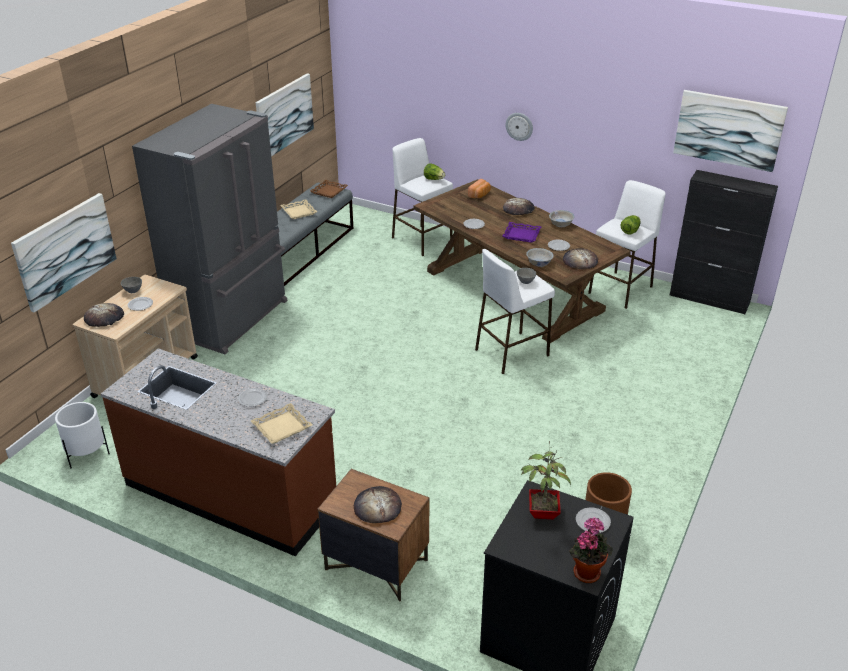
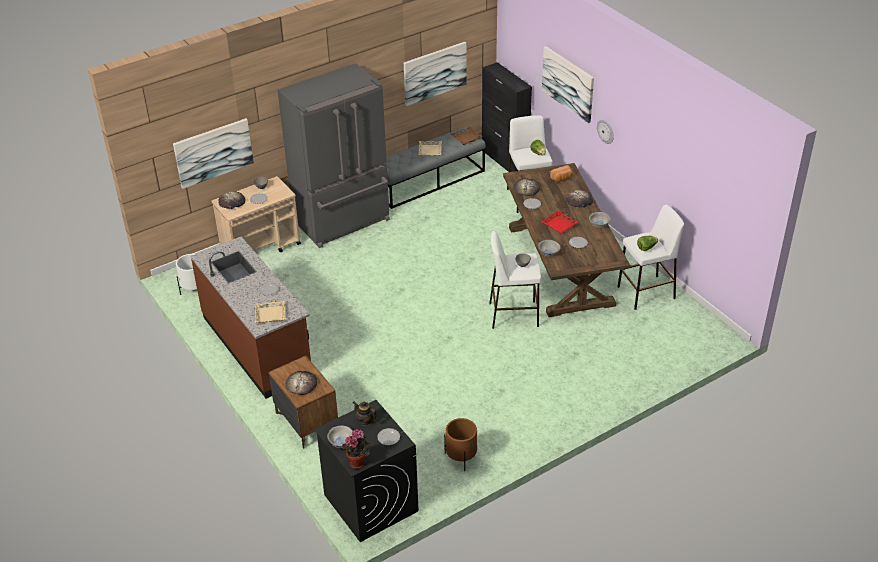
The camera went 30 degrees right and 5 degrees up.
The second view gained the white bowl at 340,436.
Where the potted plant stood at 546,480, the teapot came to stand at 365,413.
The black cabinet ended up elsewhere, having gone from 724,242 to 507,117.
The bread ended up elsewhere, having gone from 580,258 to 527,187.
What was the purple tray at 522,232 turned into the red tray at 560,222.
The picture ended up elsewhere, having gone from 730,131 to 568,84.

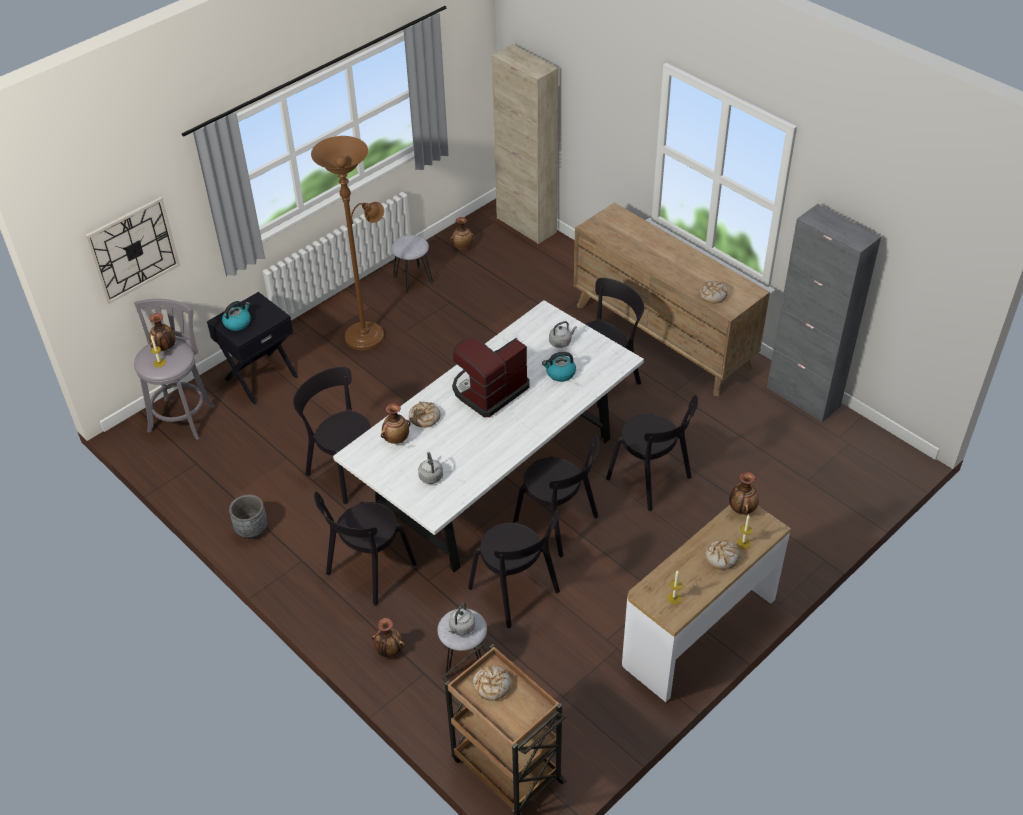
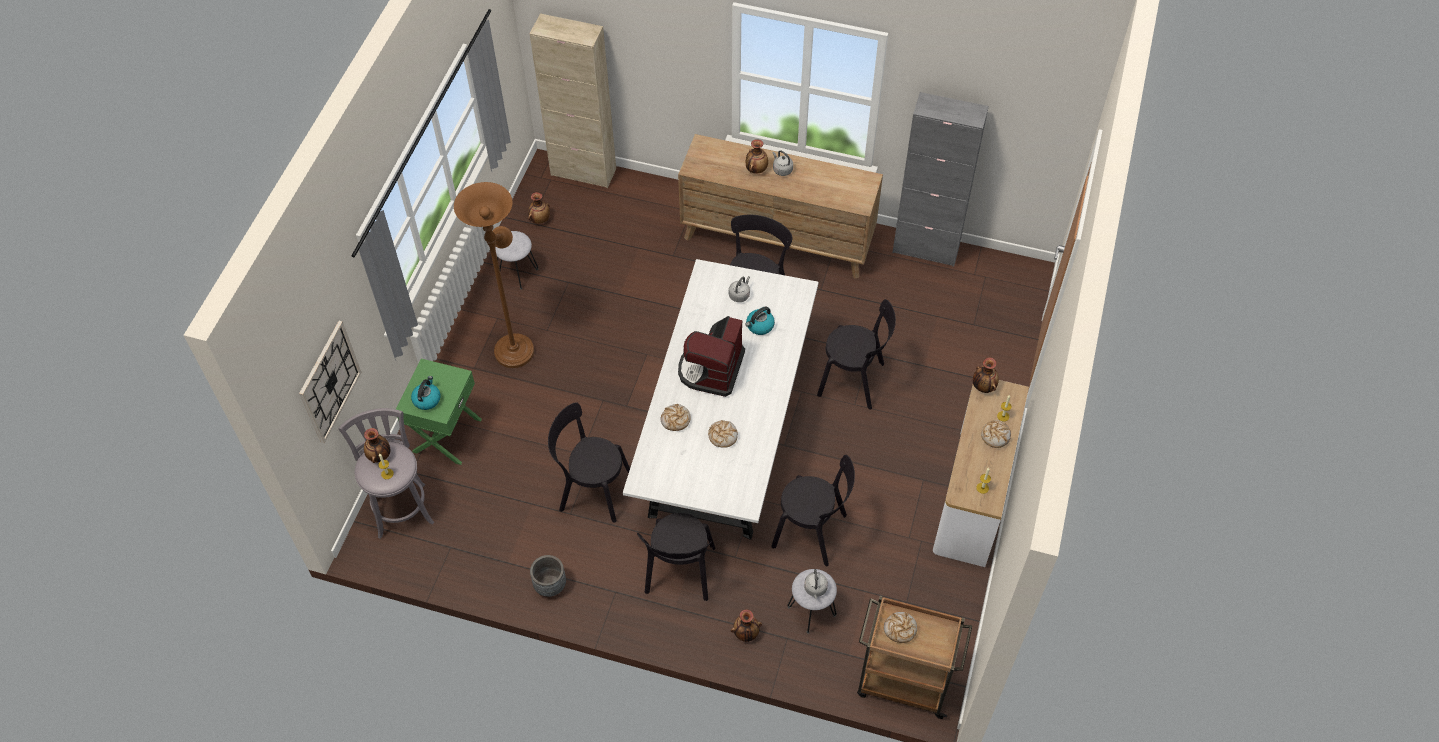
The camera went 30 degrees left and 10 degrees up.
What was the black nightstand at 252,348 turned into the green nightstand at 439,411.
The bread ended up elsewhere, having gone from 713,292 to 723,434.
The vase ended up elsewhere, having gone from 395,423 to 757,156.
The grey kettle ended up elsewhere, having gone from 430,468 to 783,163.
The second view lost the black chair at 556,496.

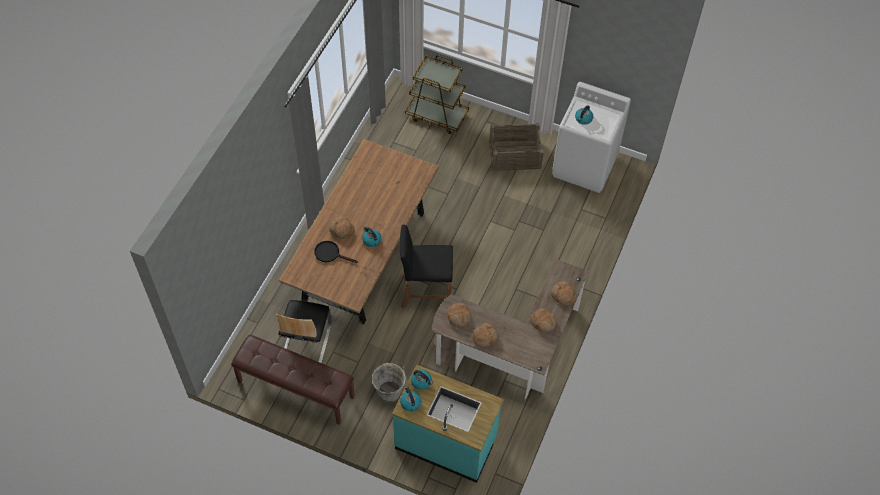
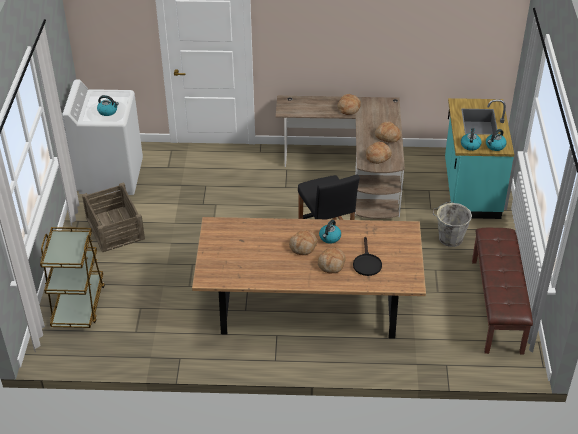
The camera went 110 degrees left and 15 degrees down.
The bread ended up elsewhere, having gone from 564,293 to 303,242.
The second view lost the chair at 304,331.

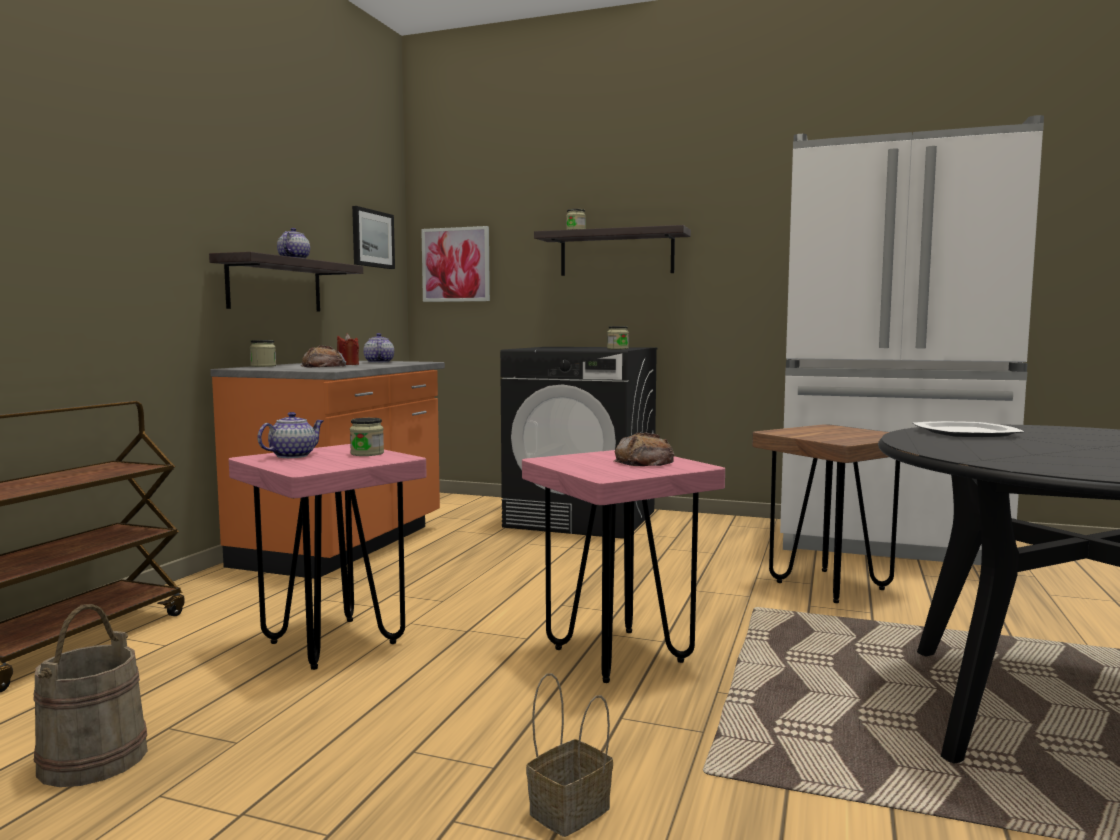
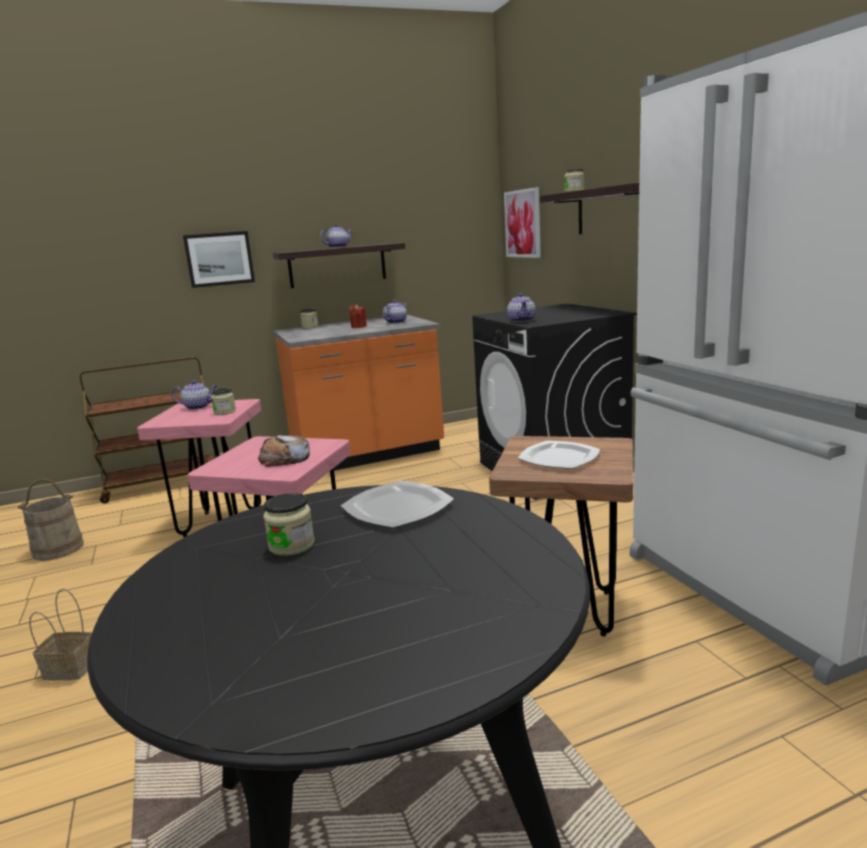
The camera went 50 degrees right and 10 degrees up.
The picture ended up elsewhere, having gone from 373,237 to 219,259.
The jar ended up elsewhere, having gone from 618,337 to 289,524.
The second view gained the teapot at 521,307.
The second view gained the plate at 559,455.
The second view lost the bread at 323,356.

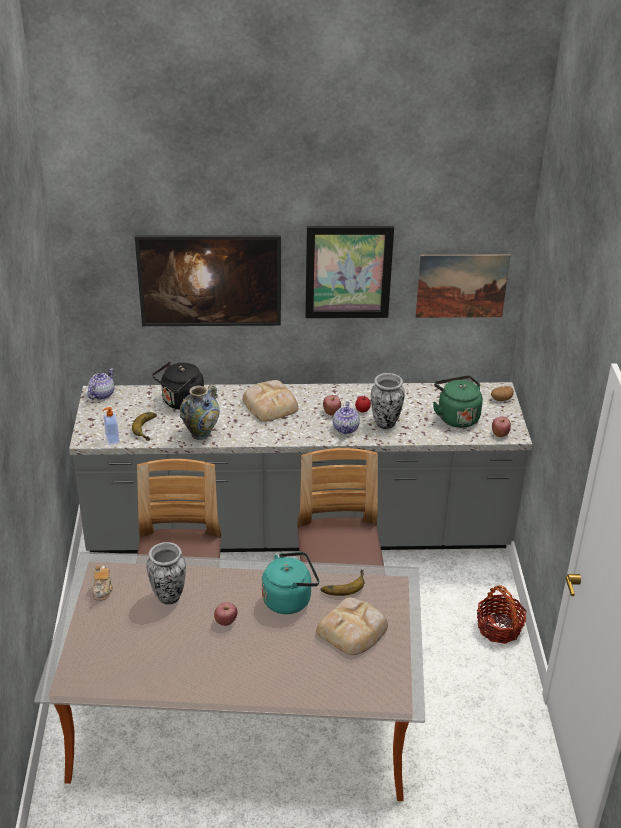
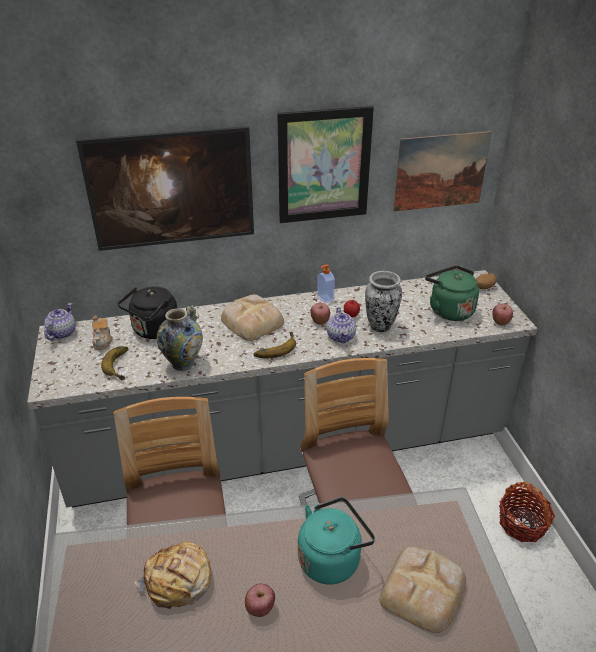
The camera went 10 degrees left and 0 degrees up.
The teapot ended up elsewhere, having gone from 102,583 to 102,332.
Where the vase stood at 166,573, the bread came to stand at 172,577.
The banana ended up elsewhere, having gone from 342,582 to 274,345.
The soap dispenser ended up elsewhere, having gone from 111,426 to 326,283.

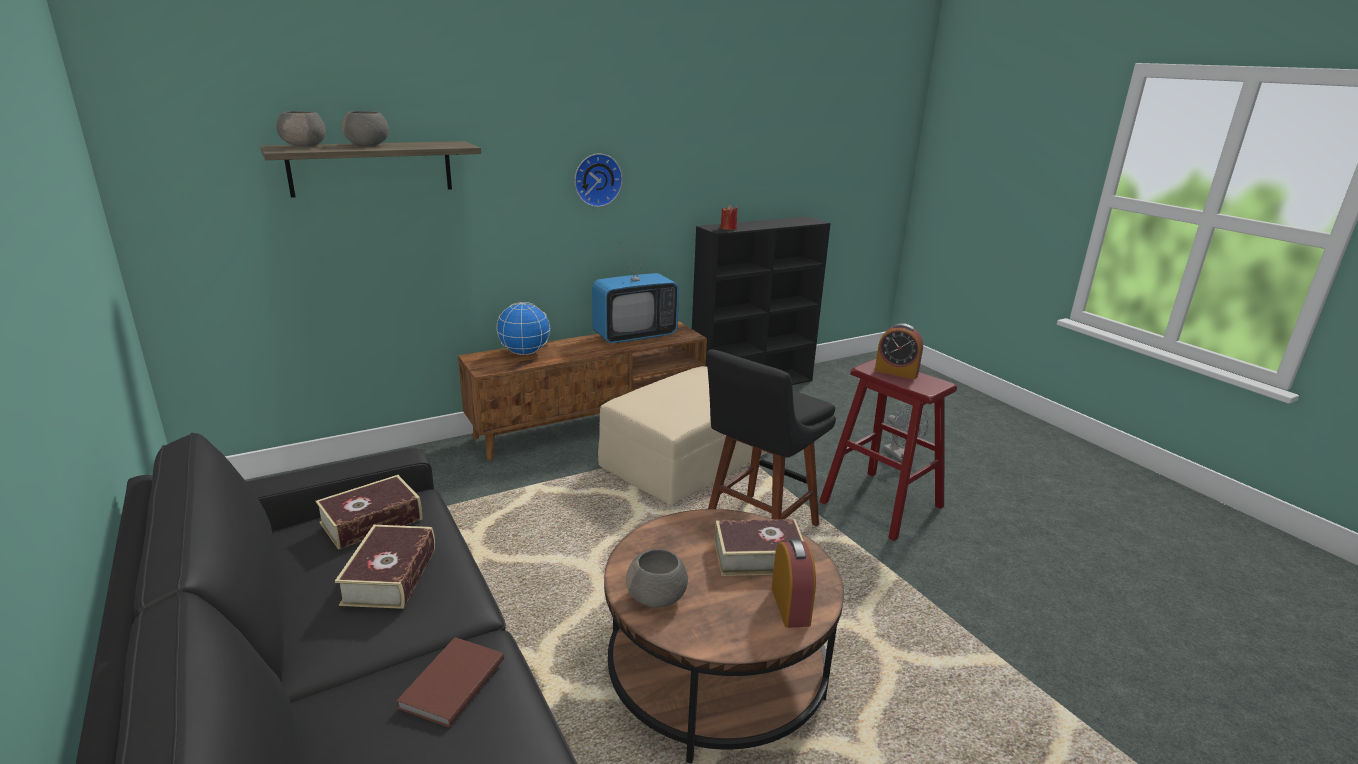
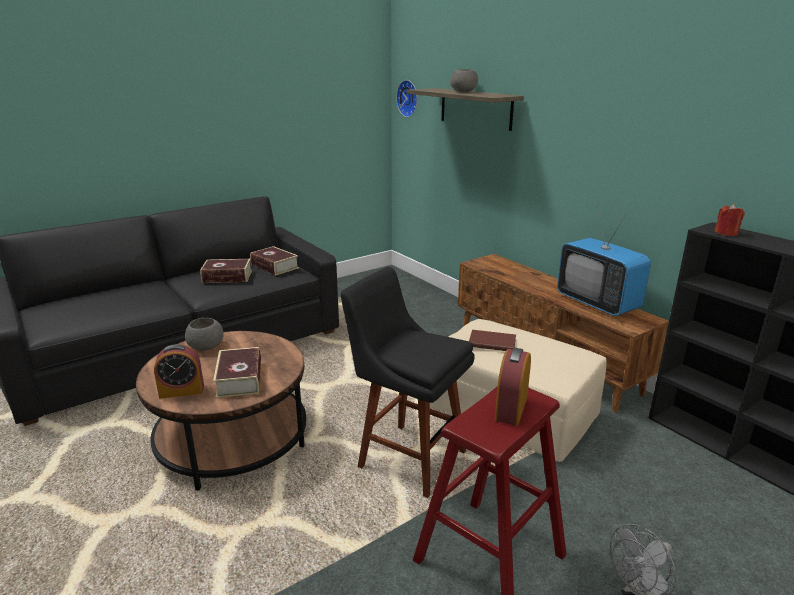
The camera went 85 degrees right and 0 degrees up.
The wall clock ended up elsewhere, having gone from 598,180 to 407,98.
The brown book ended up elsewhere, having gone from 450,682 to 492,340.
The second view lost the grey bowl at 301,129.
The second view lost the globe at 523,328.

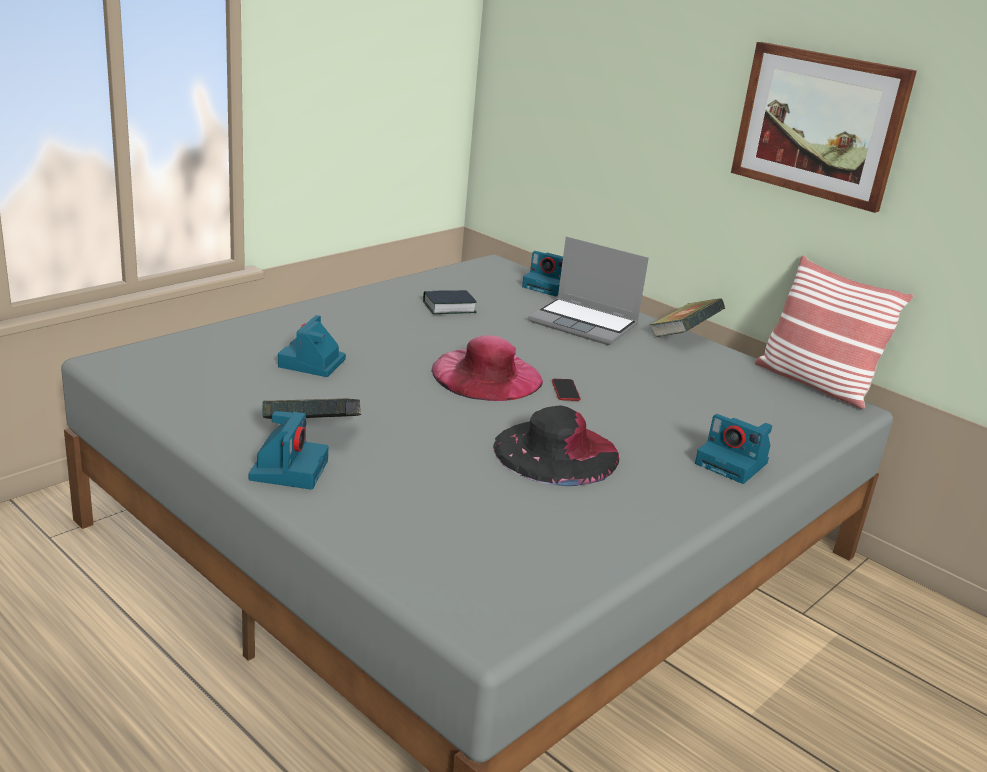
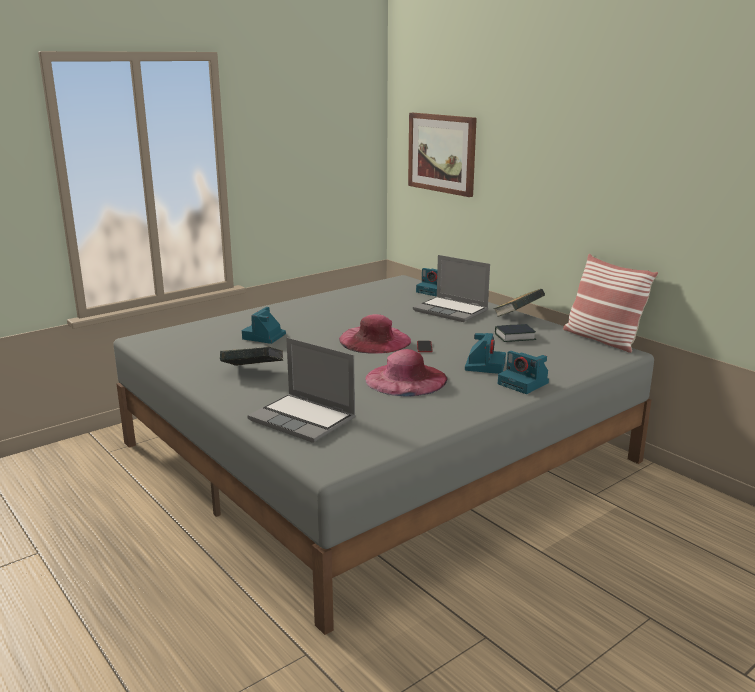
The camera went 10 degrees right and 5 degrees down.
The second view gained the laptop at 301,390.
What was the black hat at 556,445 turned into the pink hat at 406,373.
The picture ended up elsewhere, having gone from 824,127 to 442,155.
The photo camera ended up elsewhere, having gone from 288,450 to 485,353.
The book ended up elsewhere, having gone from 450,302 to 515,333.

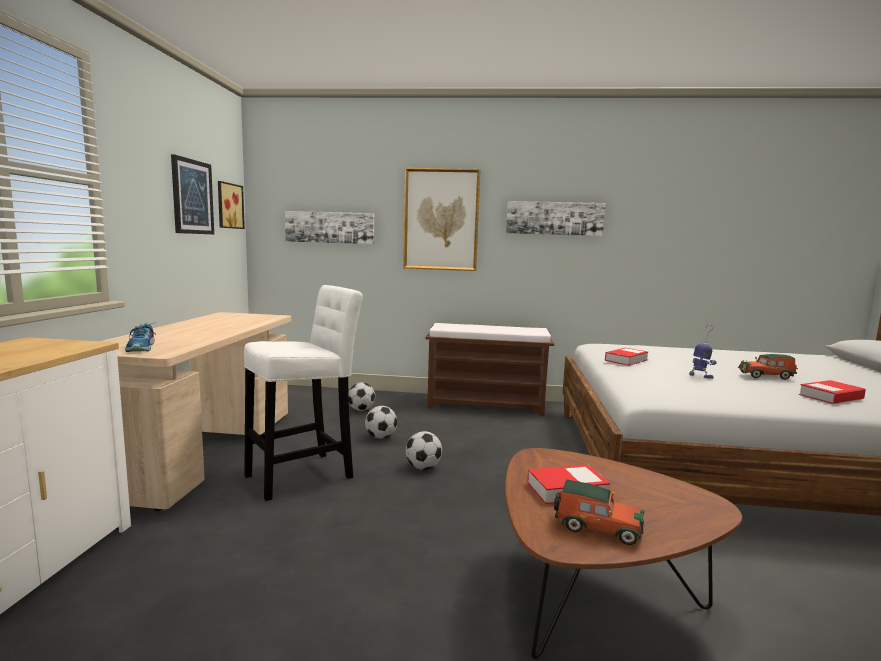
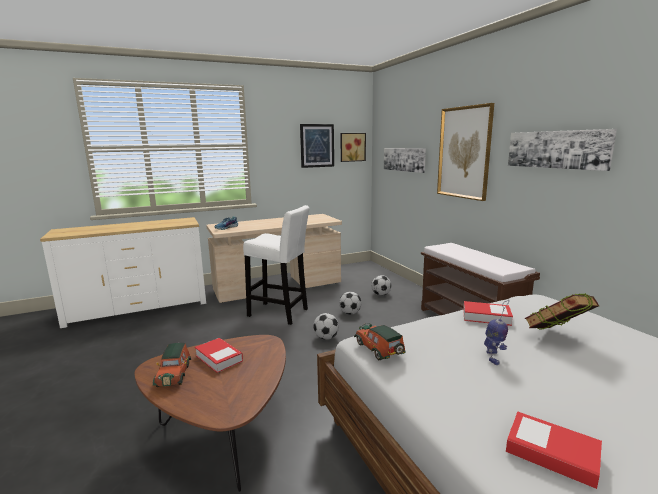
The camera went 60 degrees right and 5 degrees up.
The toy car ended up elsewhere, having gone from 768,366 to 380,341.
The second view gained the book at 561,311.

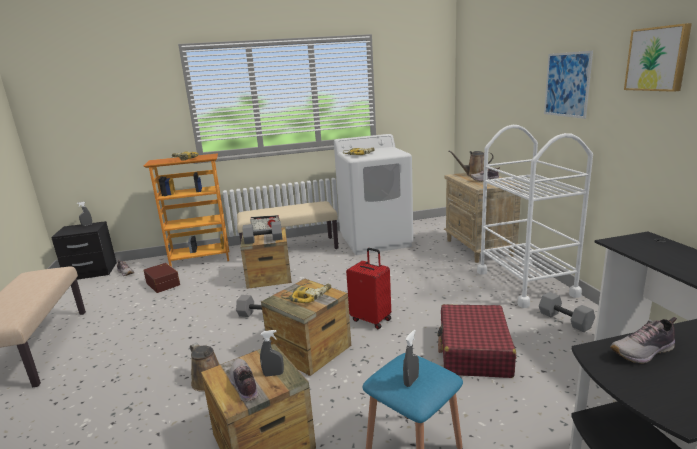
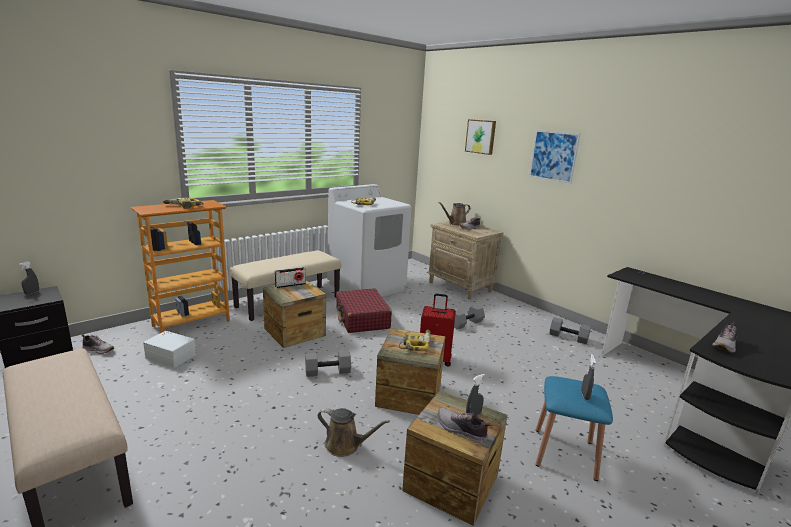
The camera went 30 degrees left and 0 degrees up.
What was the brown storage box at 161,278 turned into the white storage box at 169,349.
The red suitcase ended up elsewhere, having gone from 476,341 to 364,310.
The grey dumbbell ended up elsewhere, having gone from 262,232 to 469,317.
The picture ended up elsewhere, having gone from 658,57 to 480,137.
The second view lost the white cart at 535,216.

